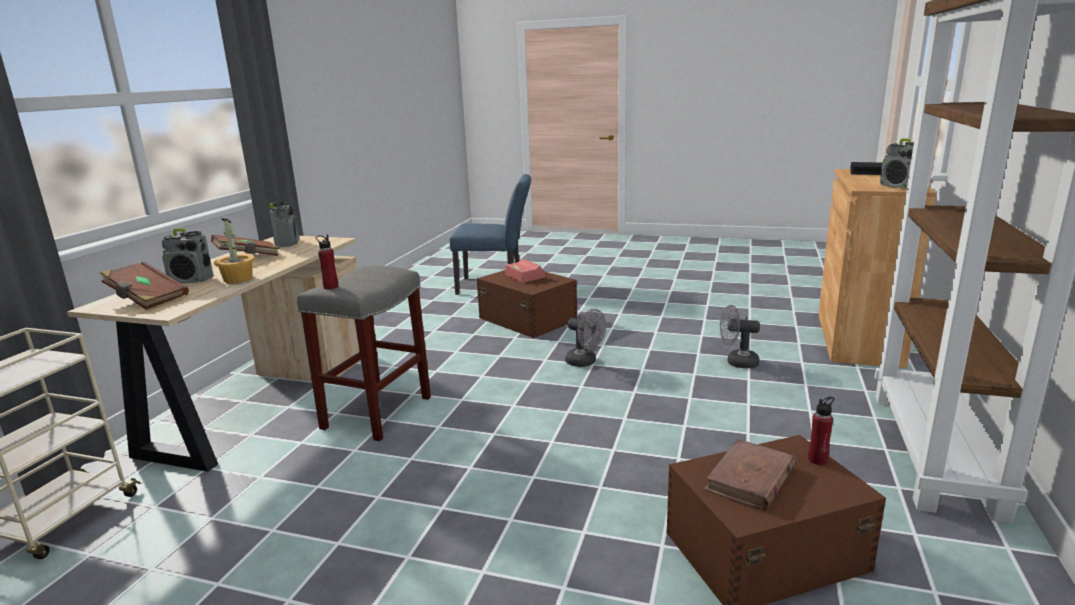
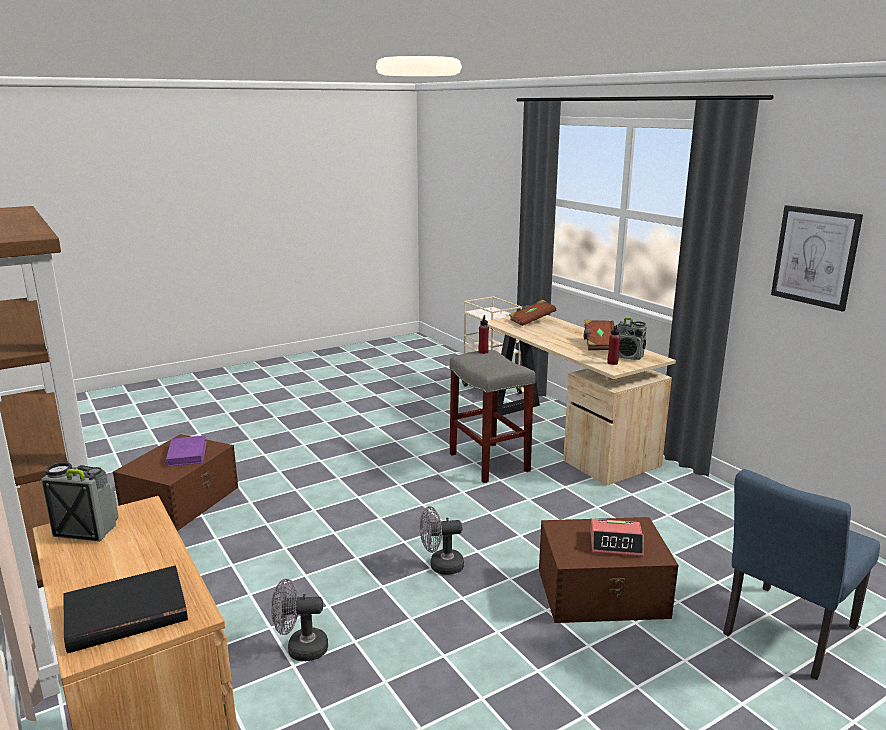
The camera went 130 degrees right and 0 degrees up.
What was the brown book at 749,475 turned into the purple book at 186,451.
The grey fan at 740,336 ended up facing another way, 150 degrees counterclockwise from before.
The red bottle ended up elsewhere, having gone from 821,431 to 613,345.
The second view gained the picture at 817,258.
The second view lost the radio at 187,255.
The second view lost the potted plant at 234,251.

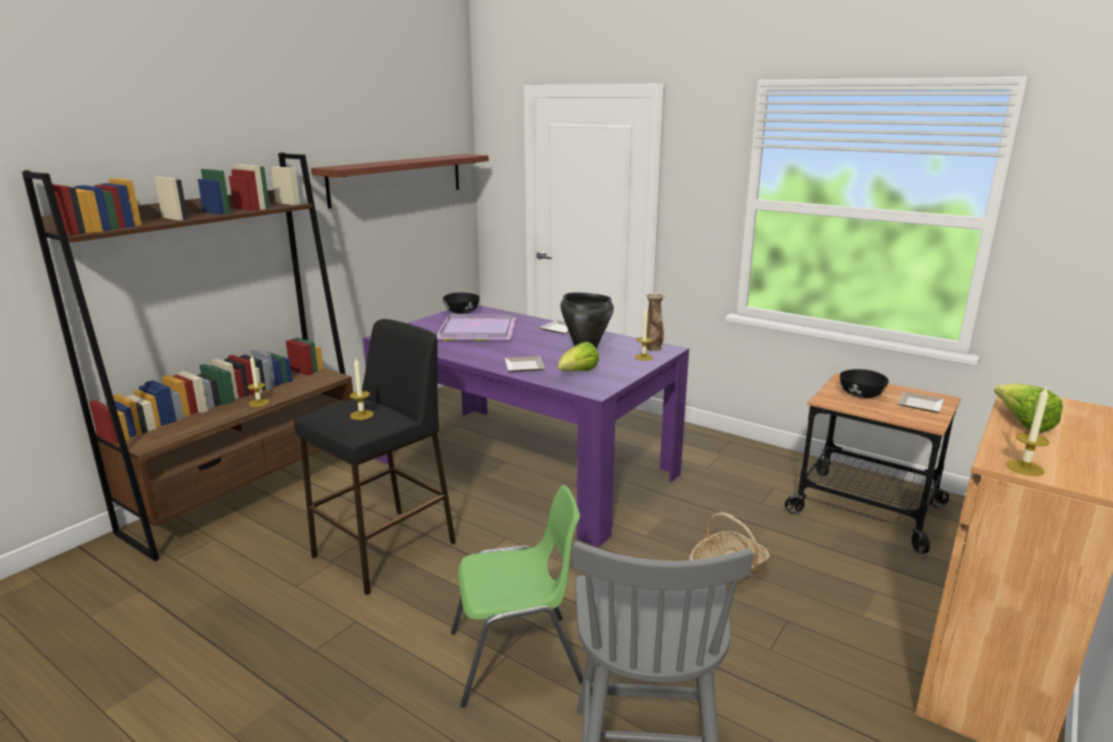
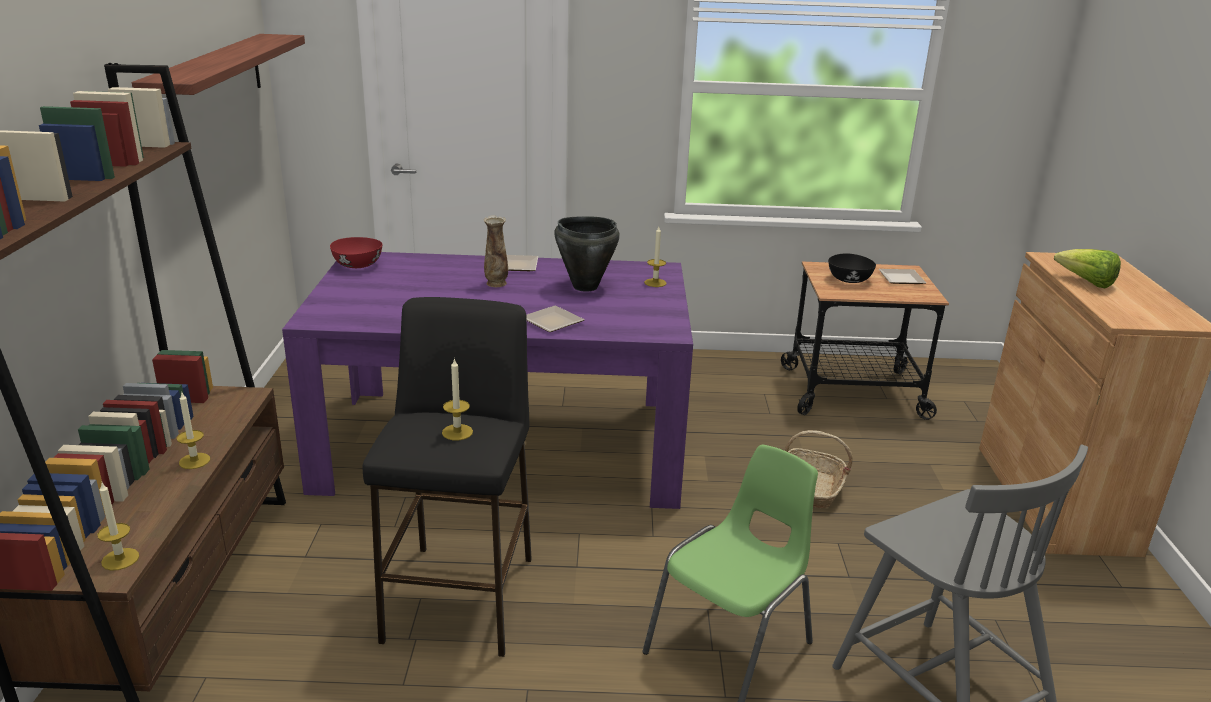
The camera went 35 degrees left and 5 degrees up.
The candle ended up elsewhere, having gone from 1027,431 to 118,527.
What was the black bowl at 461,303 turned into the red bowl at 356,252.
The vase ended up elsewhere, having gone from 655,322 to 495,251.
The second view lost the purple tray at 476,327.
The second view lost the lettuce at 578,356.

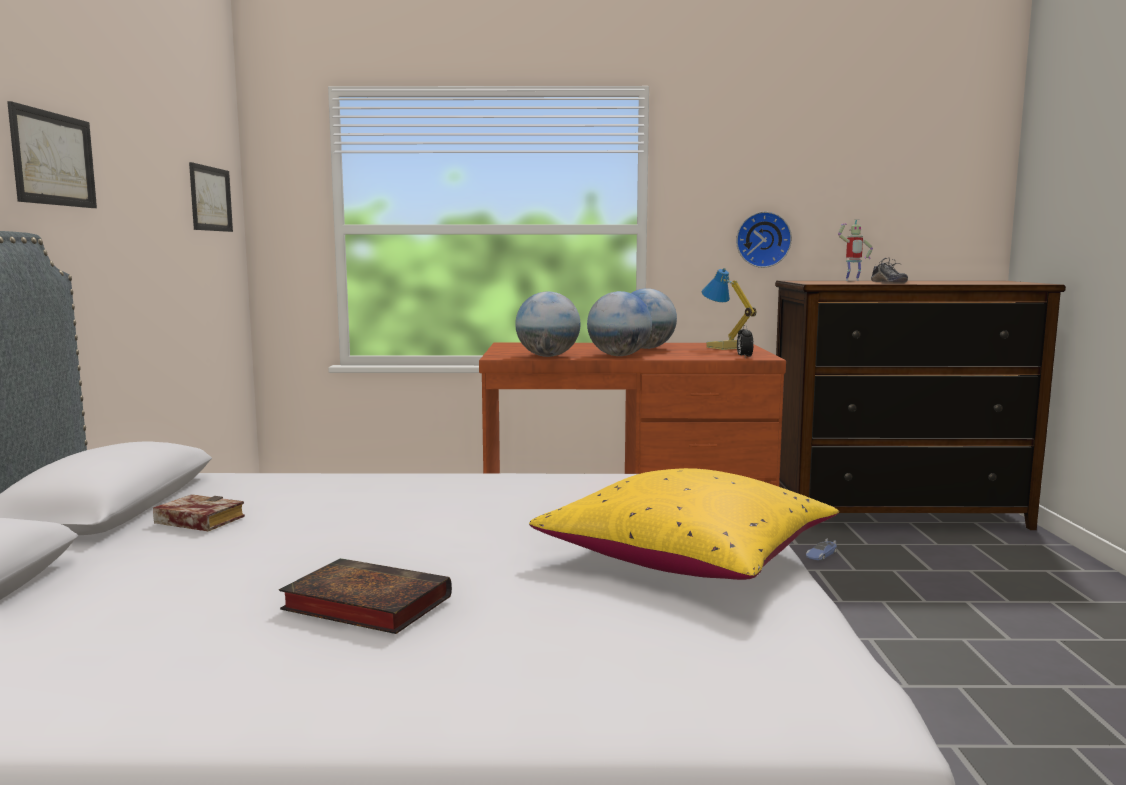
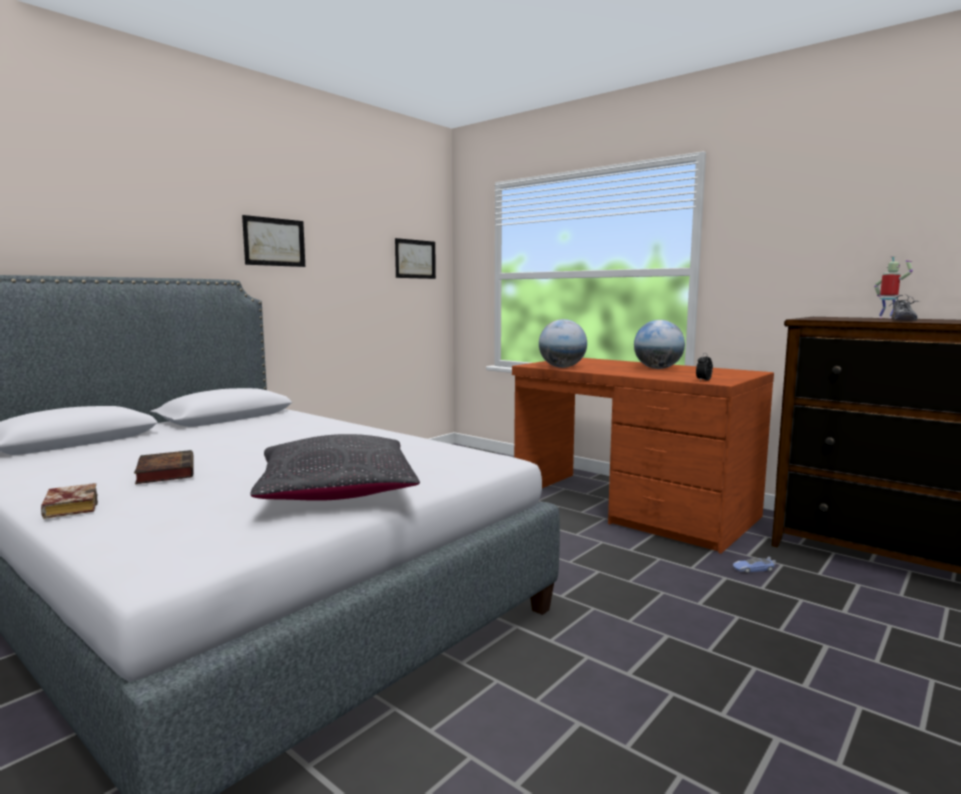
The camera went 40 degrees right and 0 degrees up.
The book ended up elsewhere, having gone from 199,512 to 69,501.
What was the yellow pillow at 684,524 turned into the black pillow at 335,467.
The toy robot at 855,250 ended up facing another way, 150 degrees counterclockwise from before.
The second view lost the globe at 619,323.
The second view lost the table lamp at 728,309.
The second view lost the wall clock at 764,239.

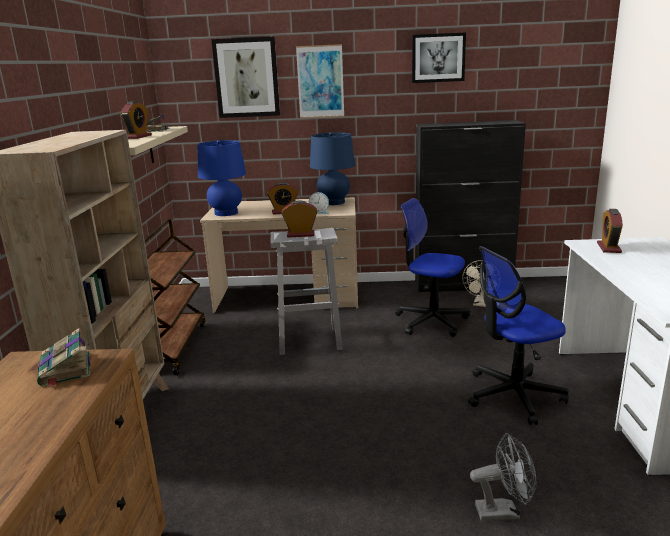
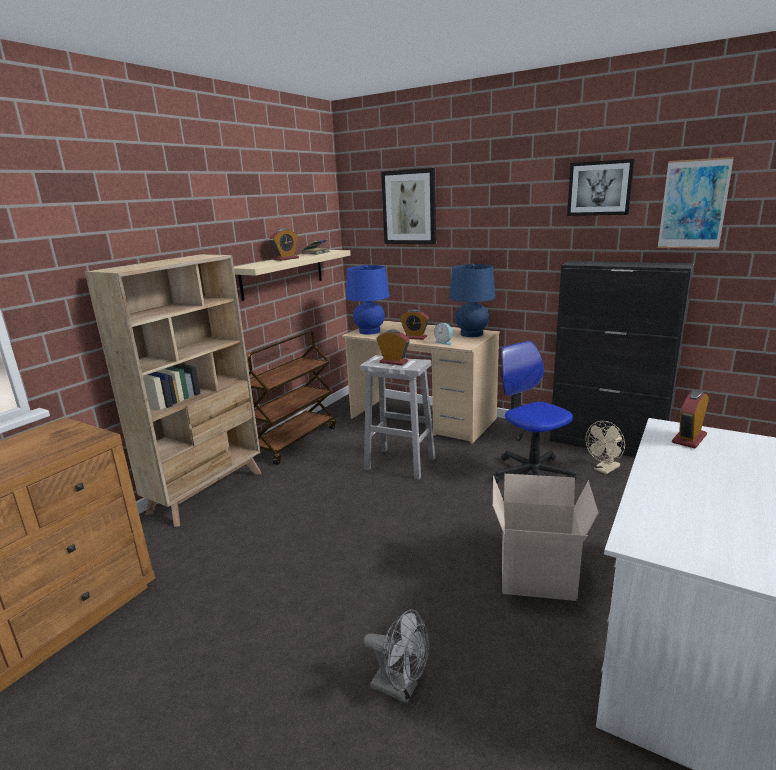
The camera went 30 degrees right and 0 degrees up.
Where the office chair stood at 518,335, the cardboard box came to stand at 546,537.
The picture ended up elsewhere, having gone from 320,81 to 696,203.
The second view lost the book at 64,358.

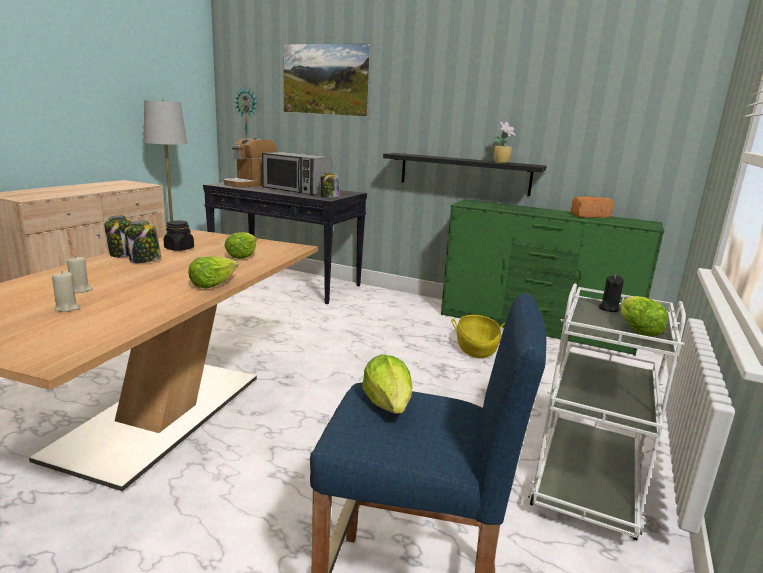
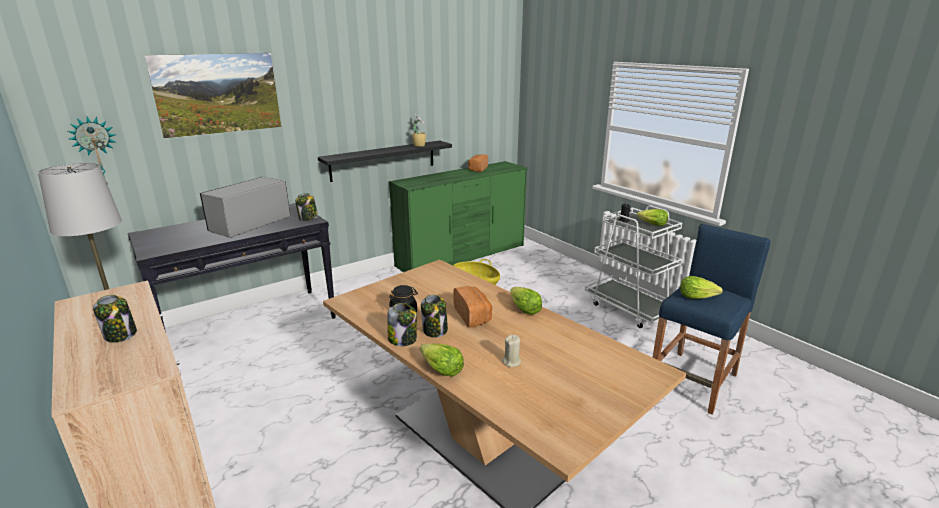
The camera went 60 degrees left and 5 degrees up.
The second view gained the jar at 115,319.
The microwave at 297,173 ended up facing another way, 150 degrees clockwise from before.
The lettuce ended up elsewhere, having gone from 240,245 to 442,360.
The second view gained the bread at 472,306.
The second view lost the beige candle at 66,291.
The second view lost the coffee machine at 250,163.

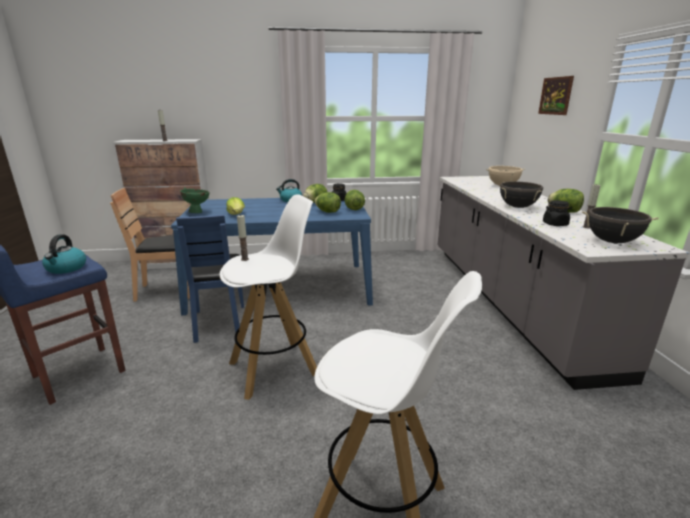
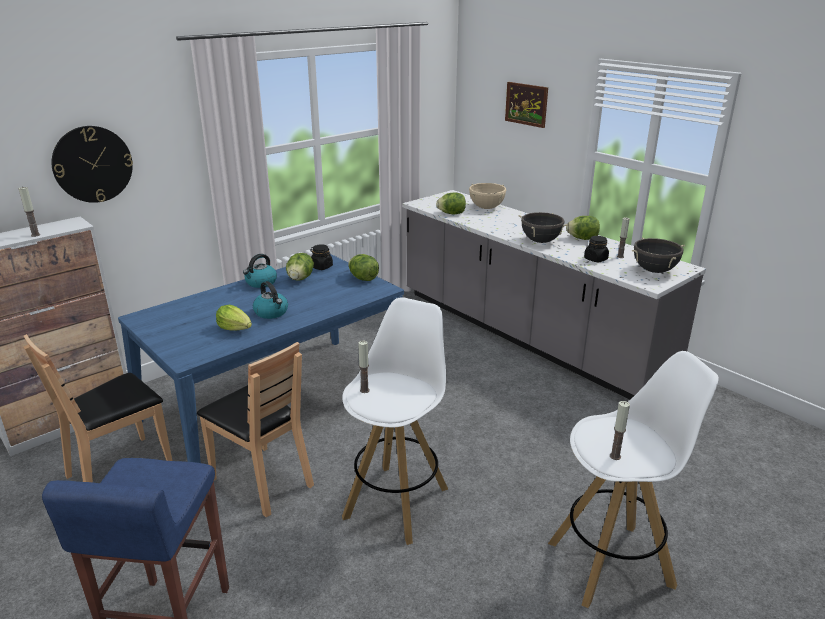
The camera went 35 degrees left and 5 degrees up.
The second view gained the wall clock at 92,164.
What was the blue chair at 210,279 turned into the brown chair at 255,429.
The kettle ended up elsewhere, having gone from 64,254 to 270,300.
The lettuce ended up elsewhere, having gone from 328,202 to 451,203.
The second view gained the candle at 620,430.
The second view lost the green bowl at 194,200.

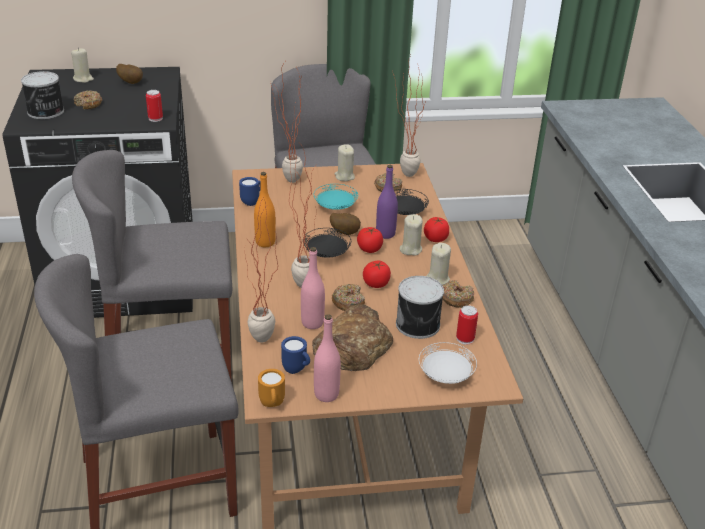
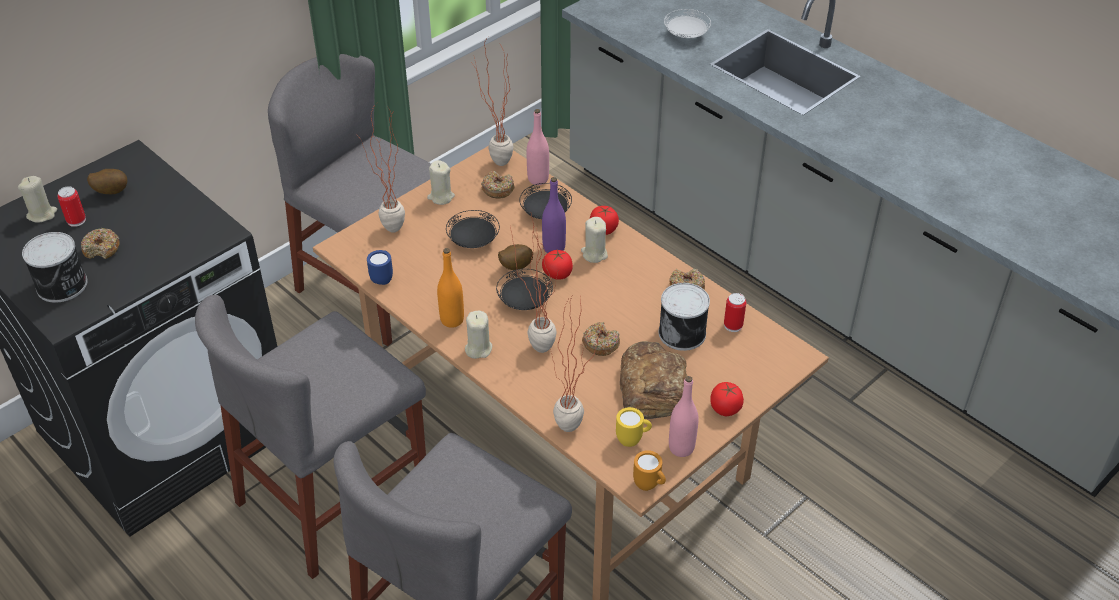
The camera went 35 degrees left and 10 degrees up.
The can ended up elsewhere, having gone from 154,106 to 71,206.
What was the turquoise plate at 336,197 turned into the black plate at 473,229.
The beige candle ended up elsewhere, having gone from 439,264 to 478,335.
The pink bottle ended up elsewhere, having gone from 313,288 to 538,147.
What was the blue mug at 295,355 turned into the yellow mug at 634,427.
The white plate ended up elsewhere, having gone from 448,363 to 687,23.
The tomato ended up elsewhere, having gone from 377,274 to 727,399.

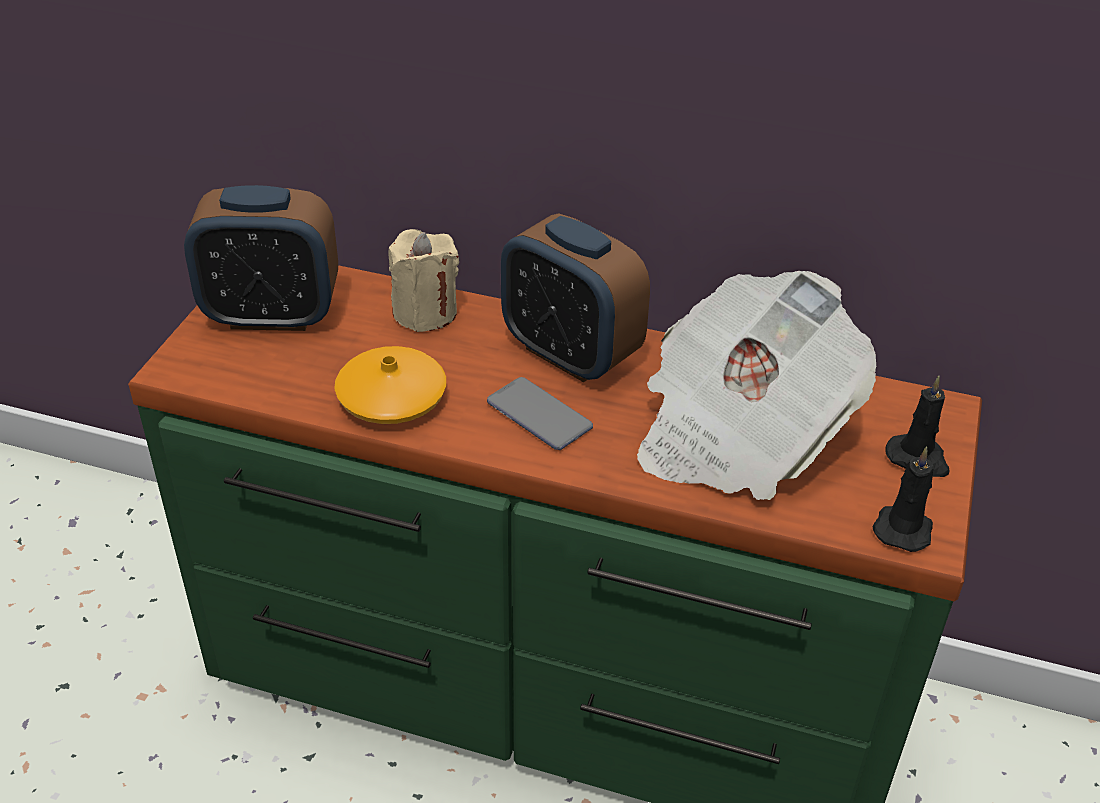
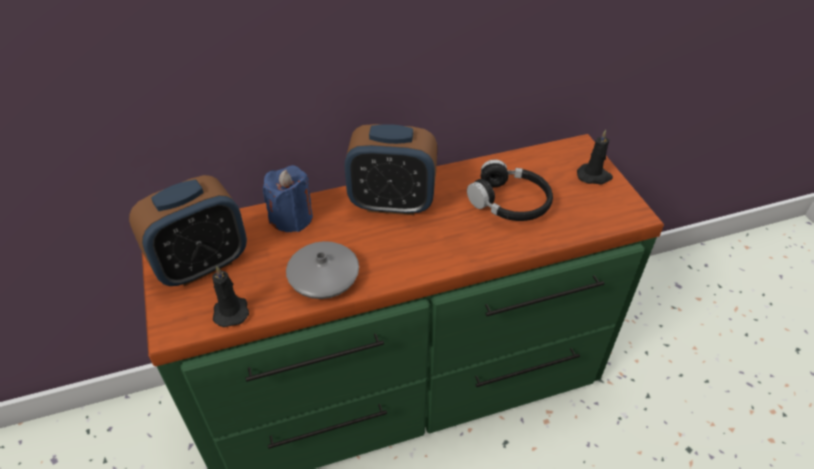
The camera went 35 degrees left and 5 degrees up.
The black candle ended up elsewhere, having gone from 903,499 to 230,296.
What was the beige candle at 423,280 turned into the blue candle at 288,198.
What was the orange vase at 390,385 turned into the grey vase at 322,270.
Where the newspaper stood at 756,385, the black headphones came to stand at 510,190.
The second view lost the phone at 540,413.

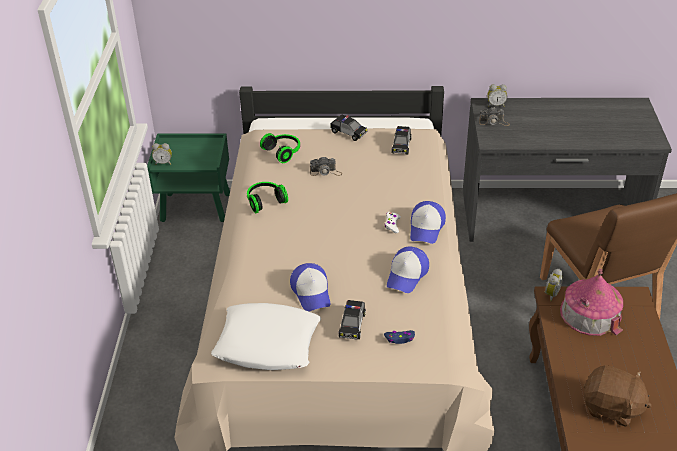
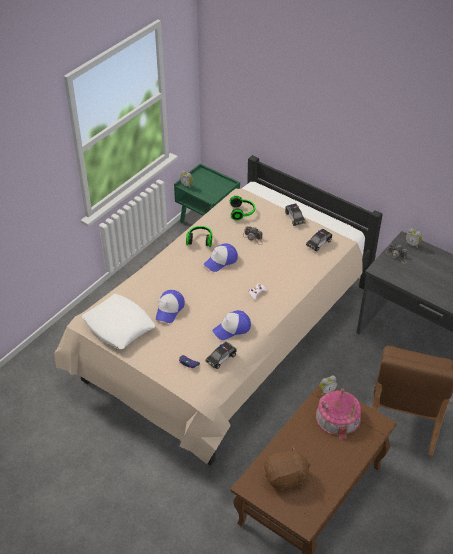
The camera went 35 degrees right and 5 degrees up.
The cap ended up elsewhere, having gone from 428,222 to 221,257.
The toy car ended up elsewhere, having gone from 352,320 to 221,355.
The brown plush toy at 617,396 ended up facing another way, 75 degrees counterclockwise from before.

